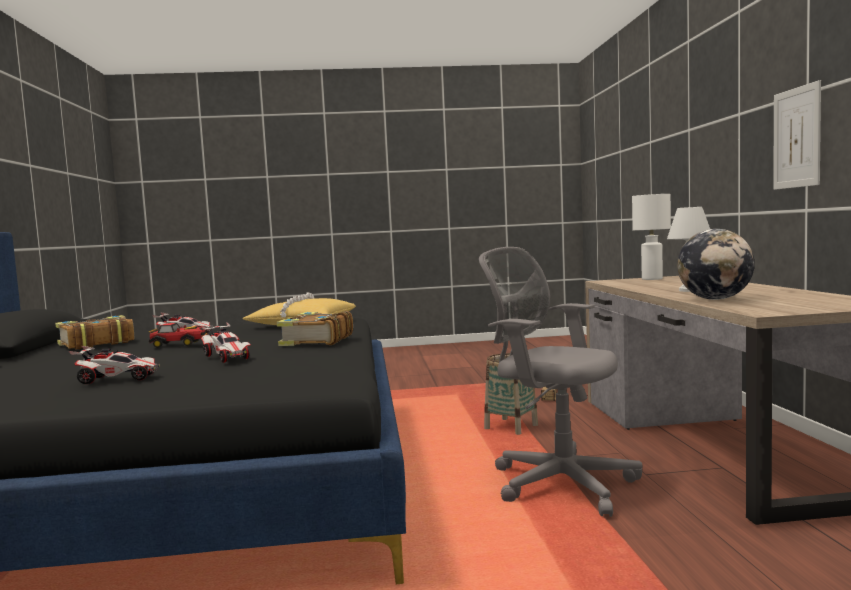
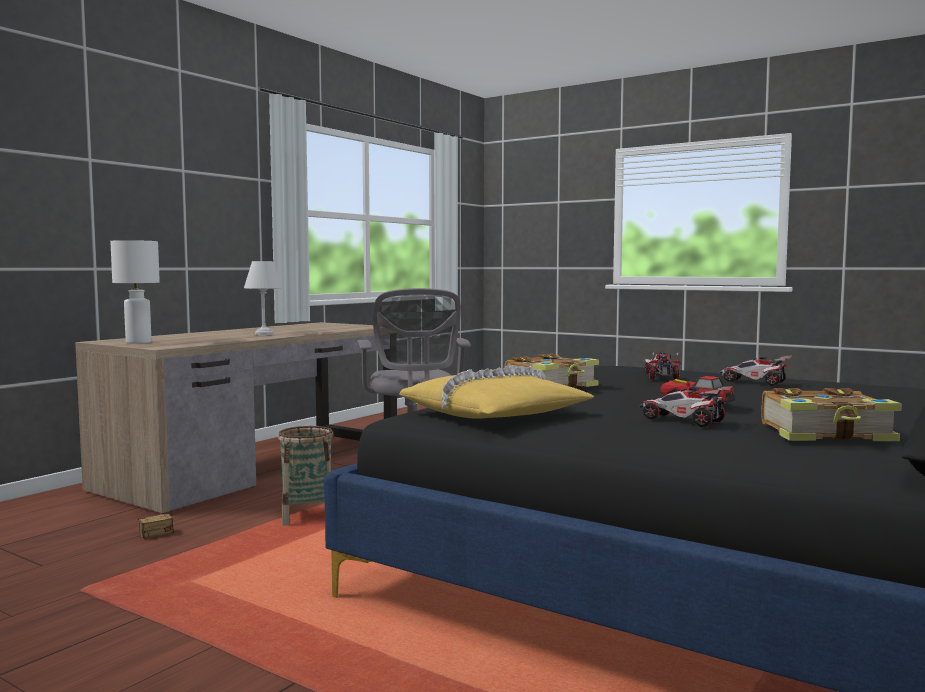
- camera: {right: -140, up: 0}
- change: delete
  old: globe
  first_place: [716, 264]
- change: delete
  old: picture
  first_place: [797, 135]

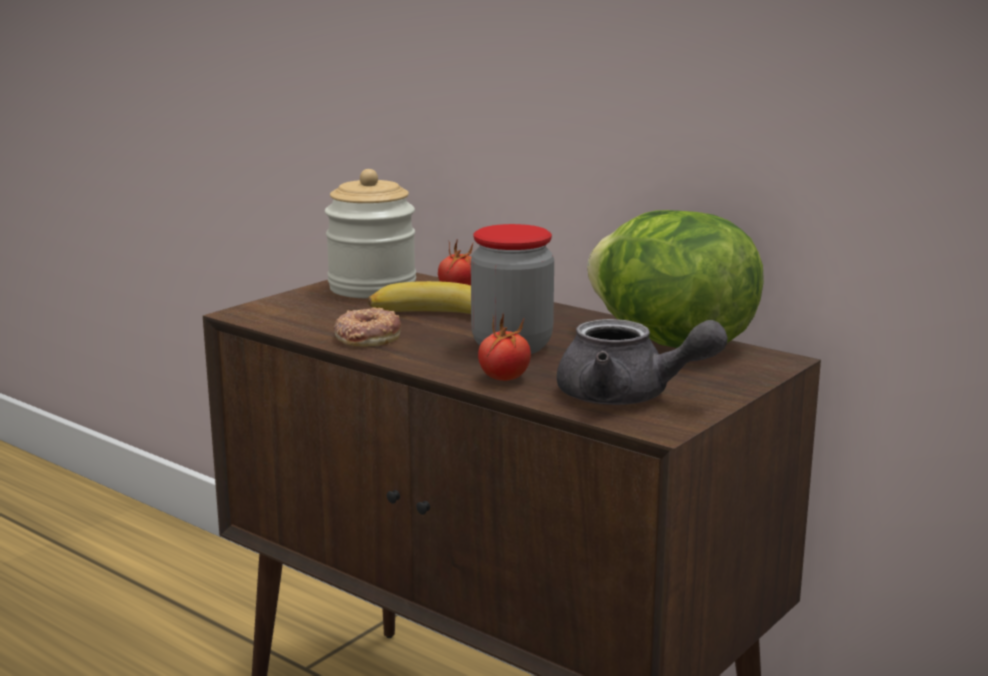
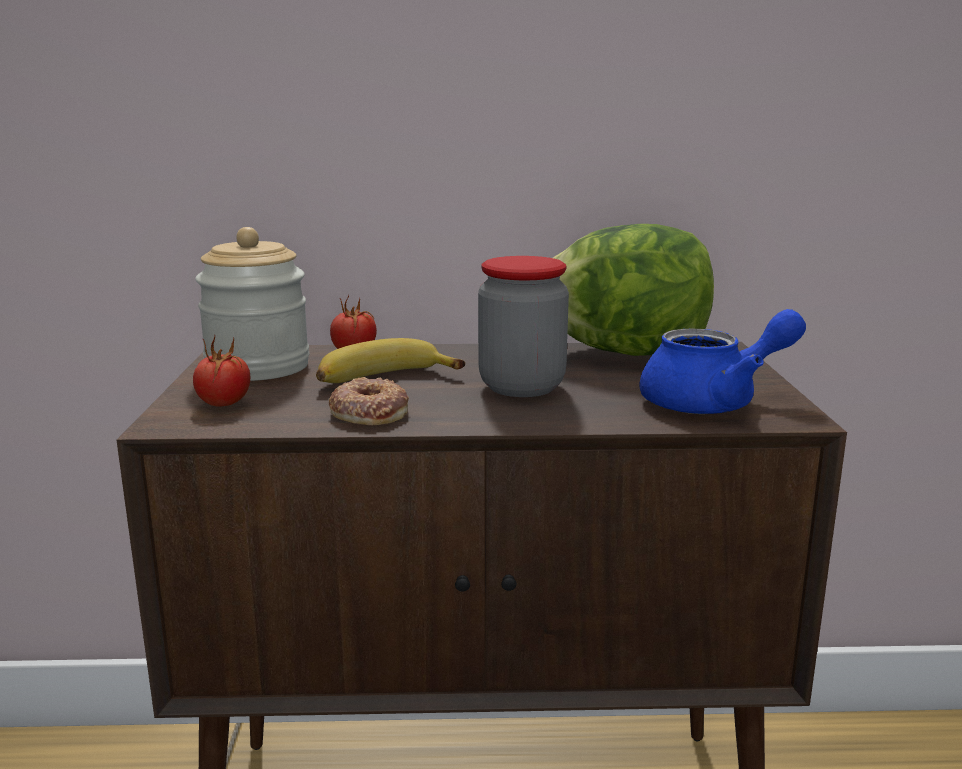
- camera: {right: -40, up: 0}
- change: move
  old: tomato
  first_place: [504, 347]
  second_place: [221, 371]
- change: recolor
  old: grey teapot
  new: blue teapot
  first_place: [642, 362]
  second_place: [722, 361]

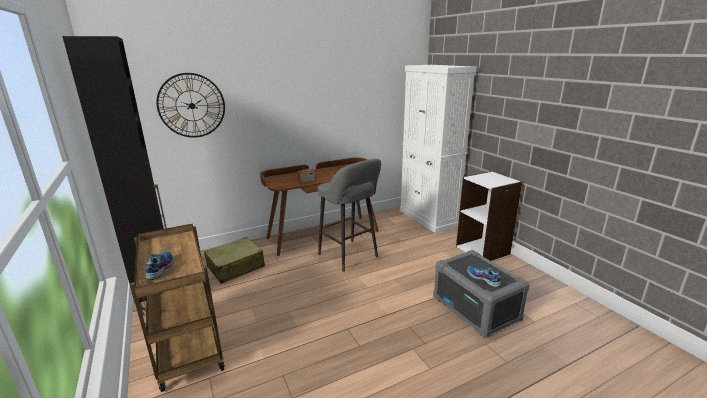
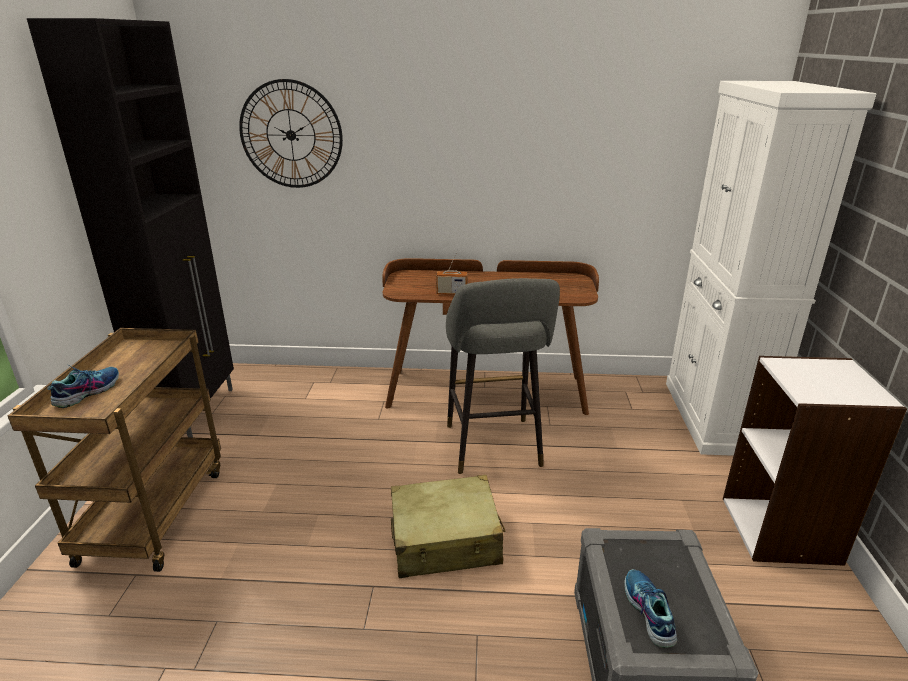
- camera: {right: 30, up: 5}
- change: move
  old: beige suitcase
  first_place: [234, 260]
  second_place: [448, 526]

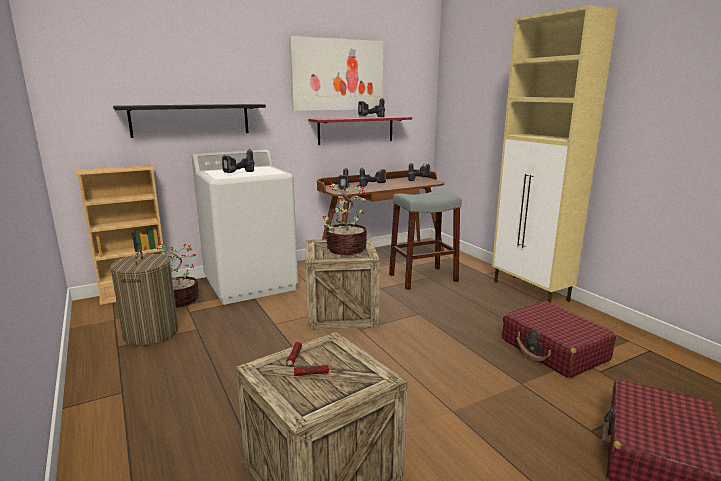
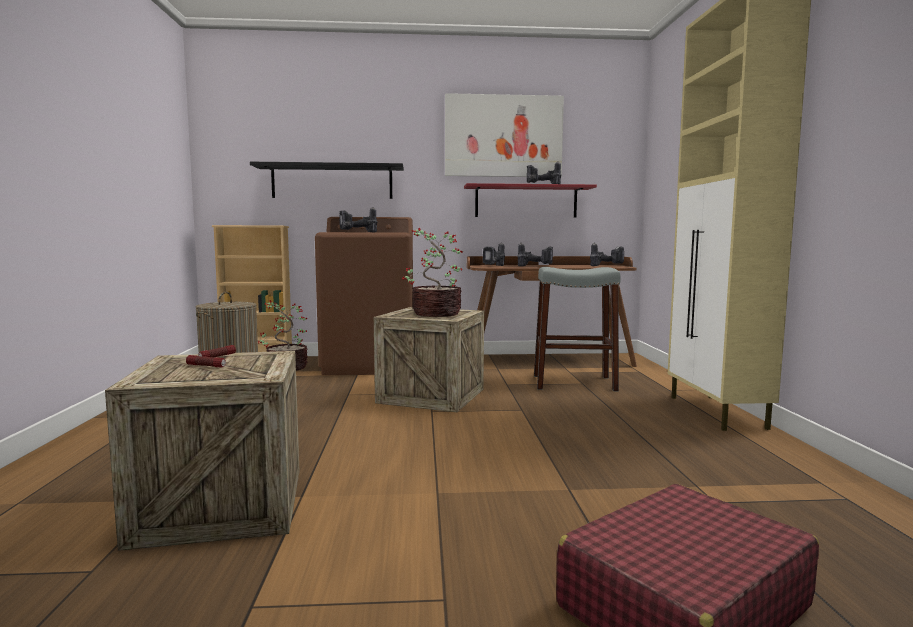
- camera: {right: 25, up: -10}
- change: delete
  old: red suitcase
  first_place: [559, 339]
- change: recolor
  old: white washing machine
  new: brown washing machine
  first_place: [245, 227]
  second_place: [364, 296]

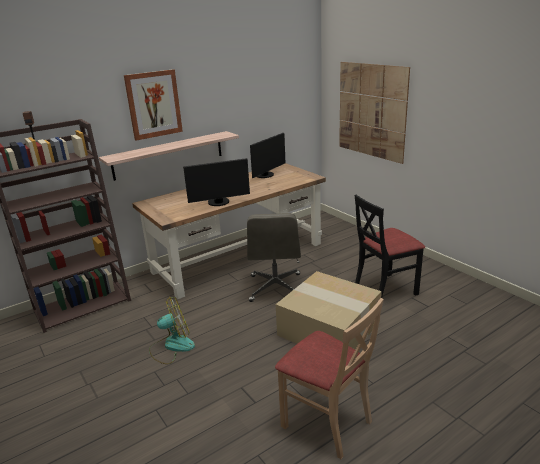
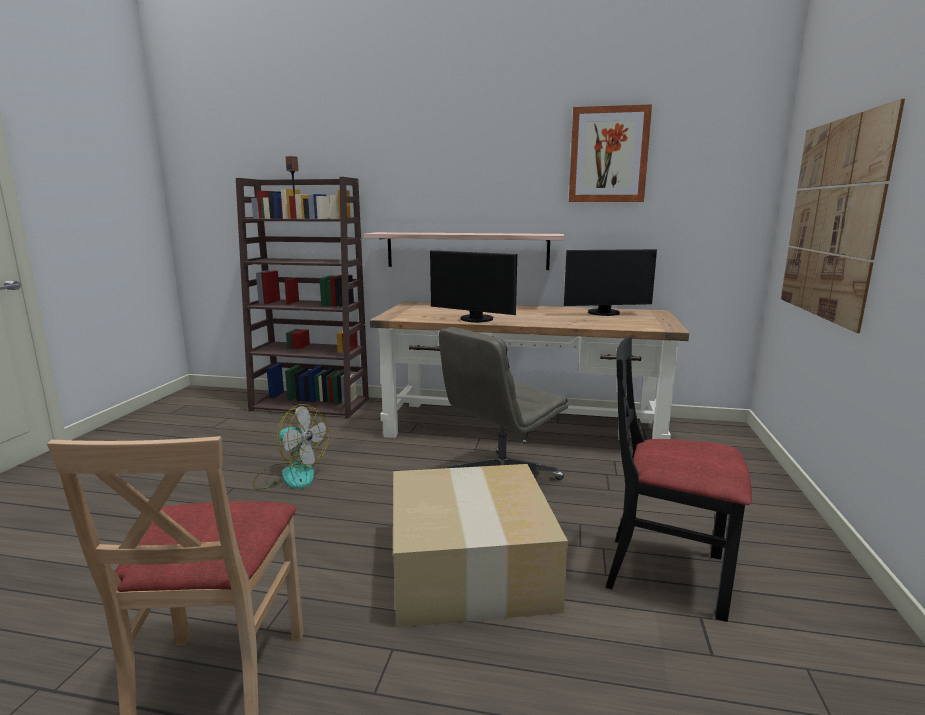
- camera: {right: 45, up: -10}
- change: move
  old: picture
  first_place: [153, 105]
  second_place: [610, 153]

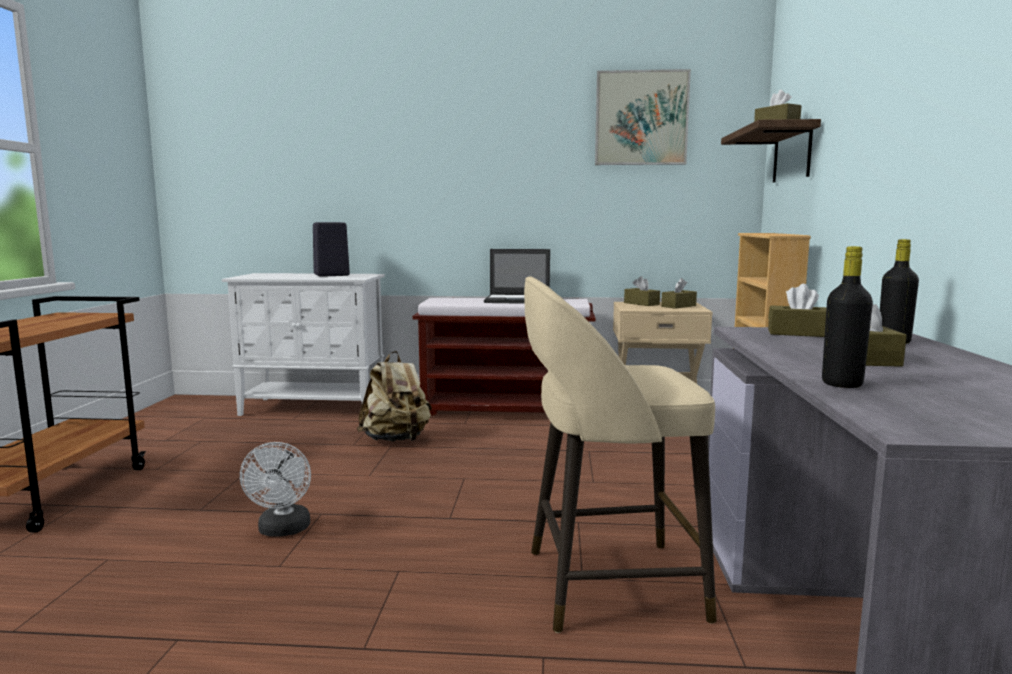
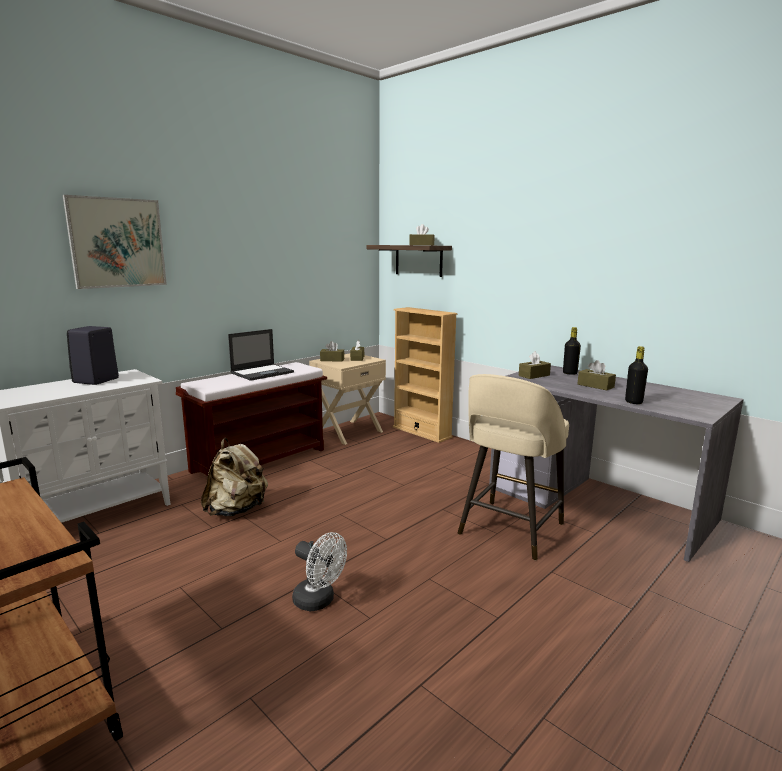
- camera: {right: -50, up: 5}
- change: move
  old: picture
  first_place: [643, 117]
  second_place: [115, 242]

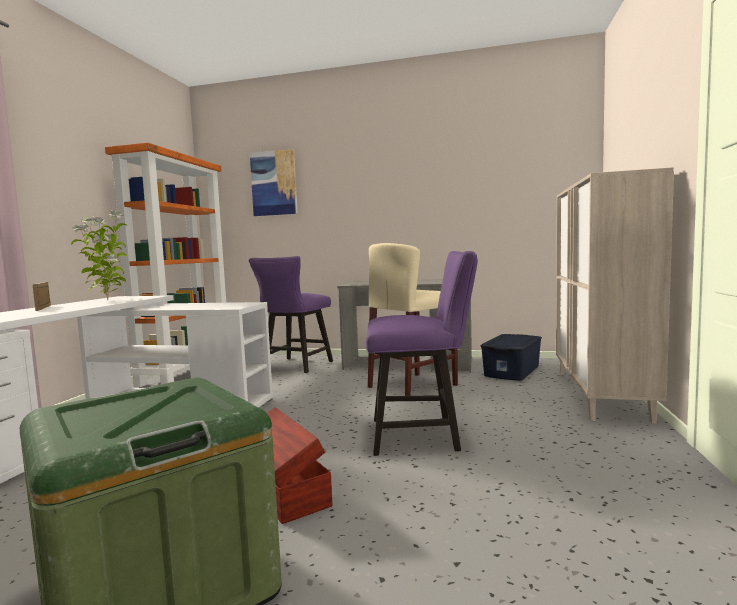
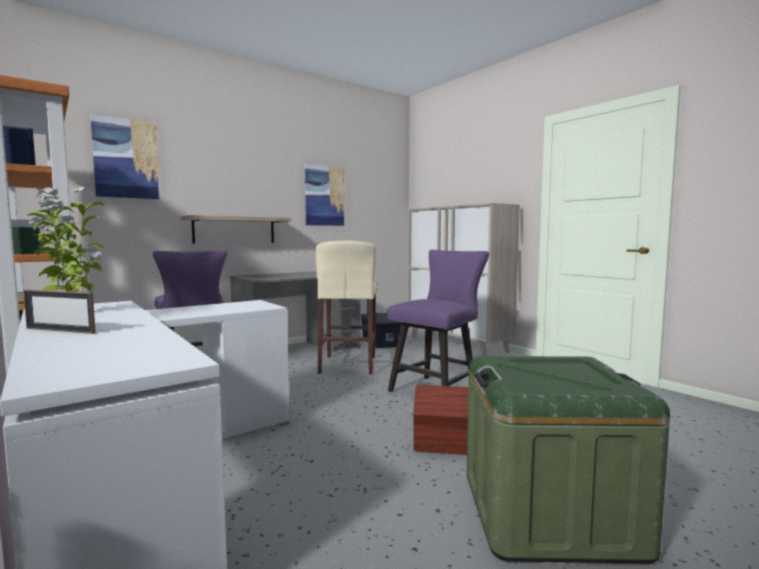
- camera: {right: -50, up: 0}
- change: insert
  new: shelf
  second_place: [236, 229]
- change: insert
  new: picture
  second_place: [325, 195]

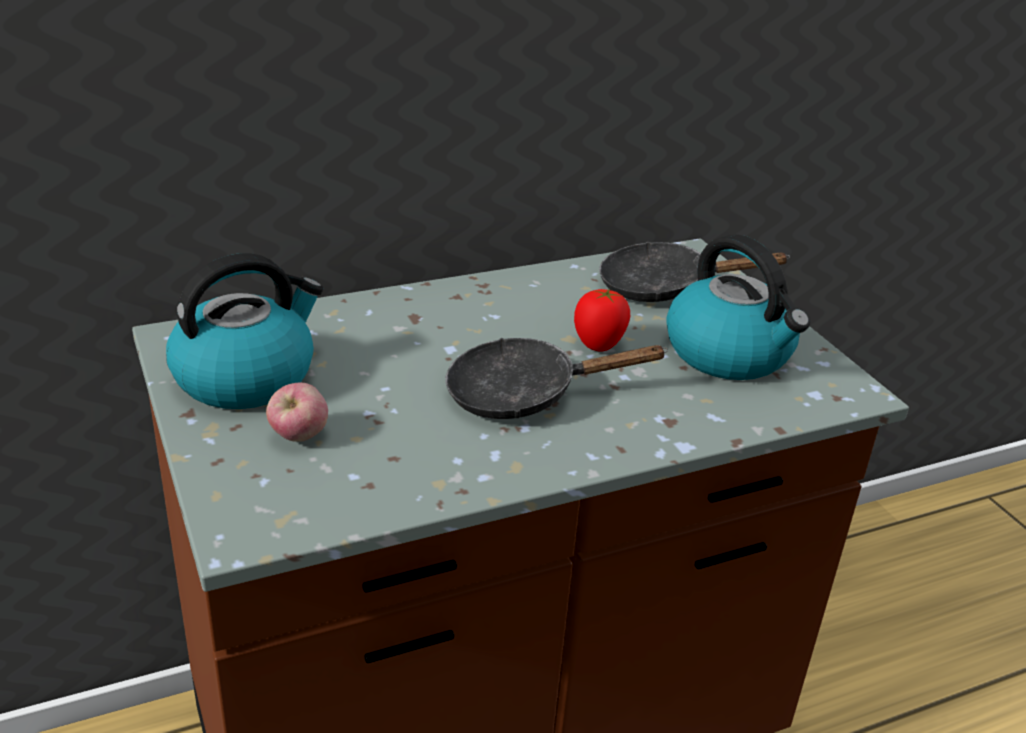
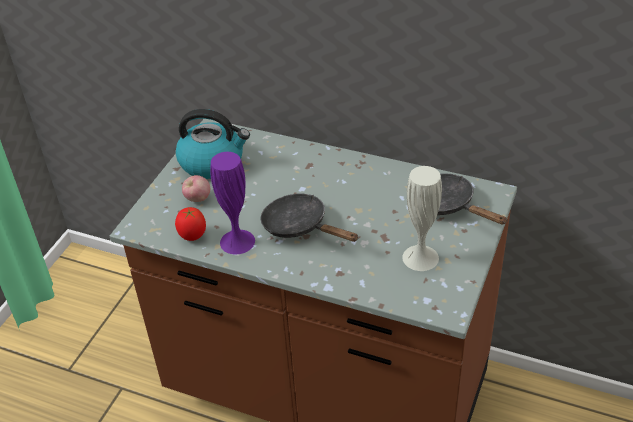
- camera: {right: 50, up: 10}
- change: insert
  new: purple vase
  second_place: [232, 203]
- change: move
  old: tomato
  first_place: [602, 319]
  second_place: [190, 224]
- change: replace
  old: kettle
  new: white vase
  first_place: [738, 307]
  second_place: [422, 218]

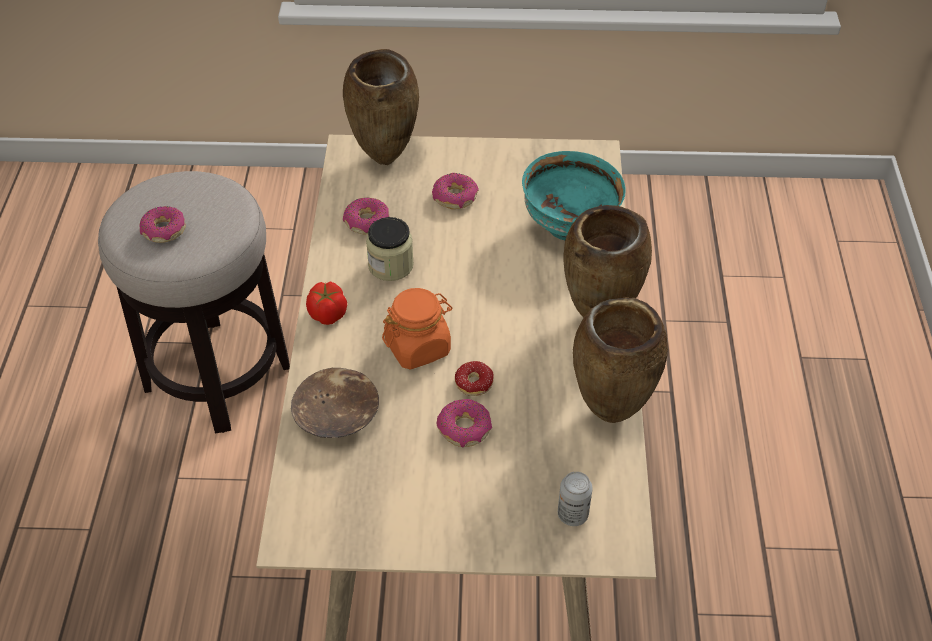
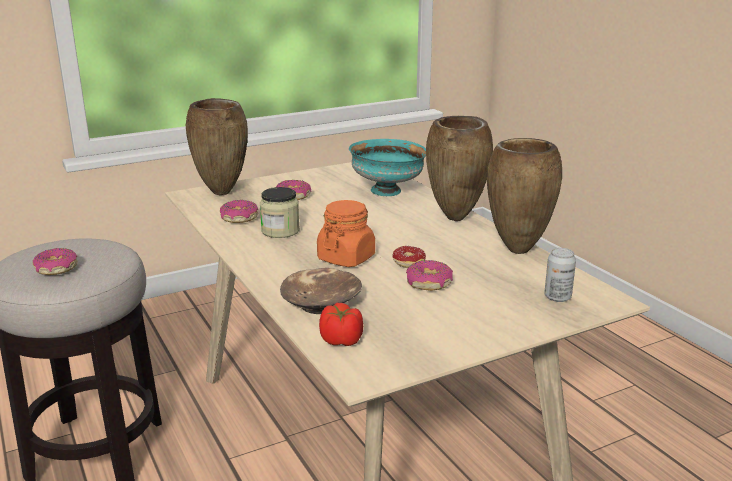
- camera: {right: -30, up: -25}
- change: move
  old: tomato
  first_place: [326, 303]
  second_place: [341, 324]

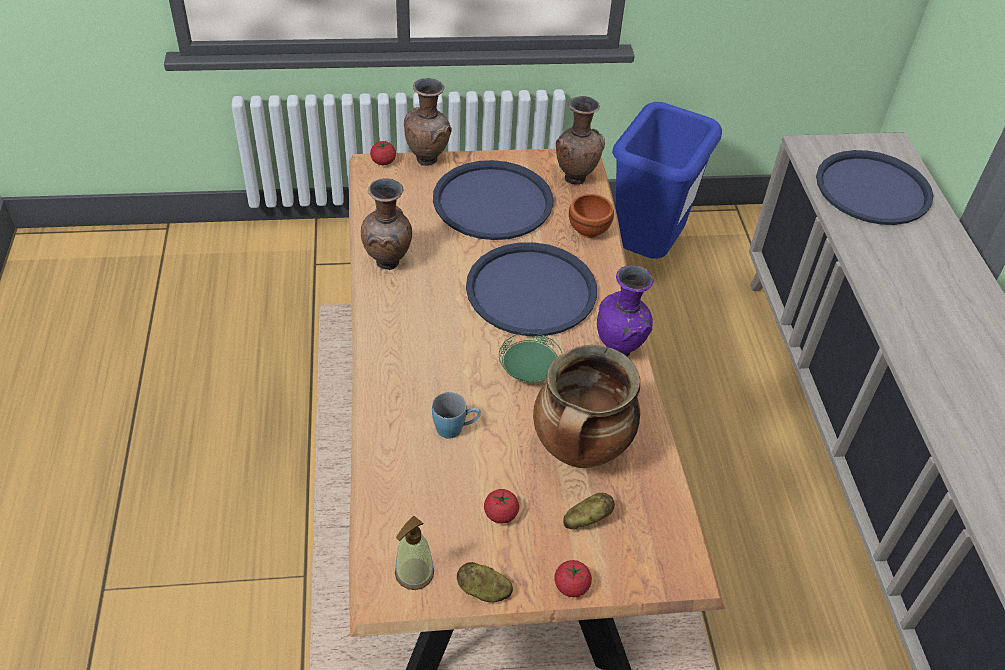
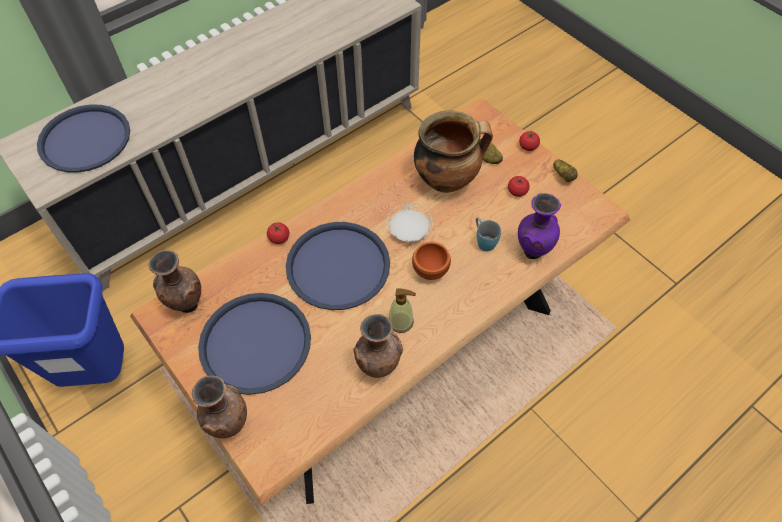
- camera: {right: -120, up: 10}
- change: move
  old: tomato
  first_place: [383, 153]
  second_place: [278, 233]
- change: move
  old: soap dispenser
  first_place: [414, 553]
  second_place: [402, 310]
- change: move
  old: brown bowl
  first_place: [591, 216]
  second_place: [431, 261]
- change: move
  old: purple vase
  first_place: [625, 311]
  second_place: [539, 226]
- change: recolor
  old: green plate
  new: white plate
  first_place: [530, 358]
  second_place: [410, 223]

